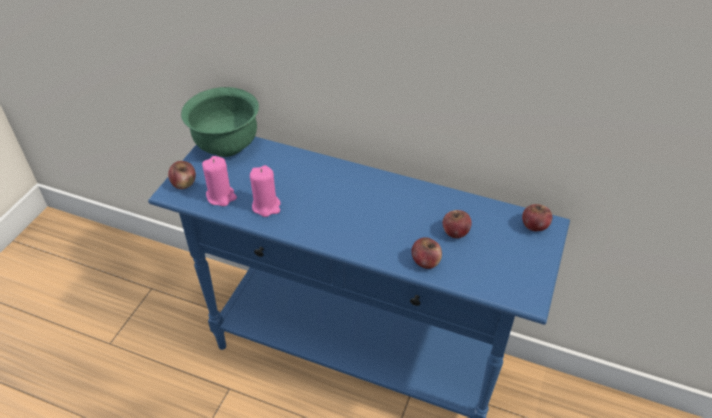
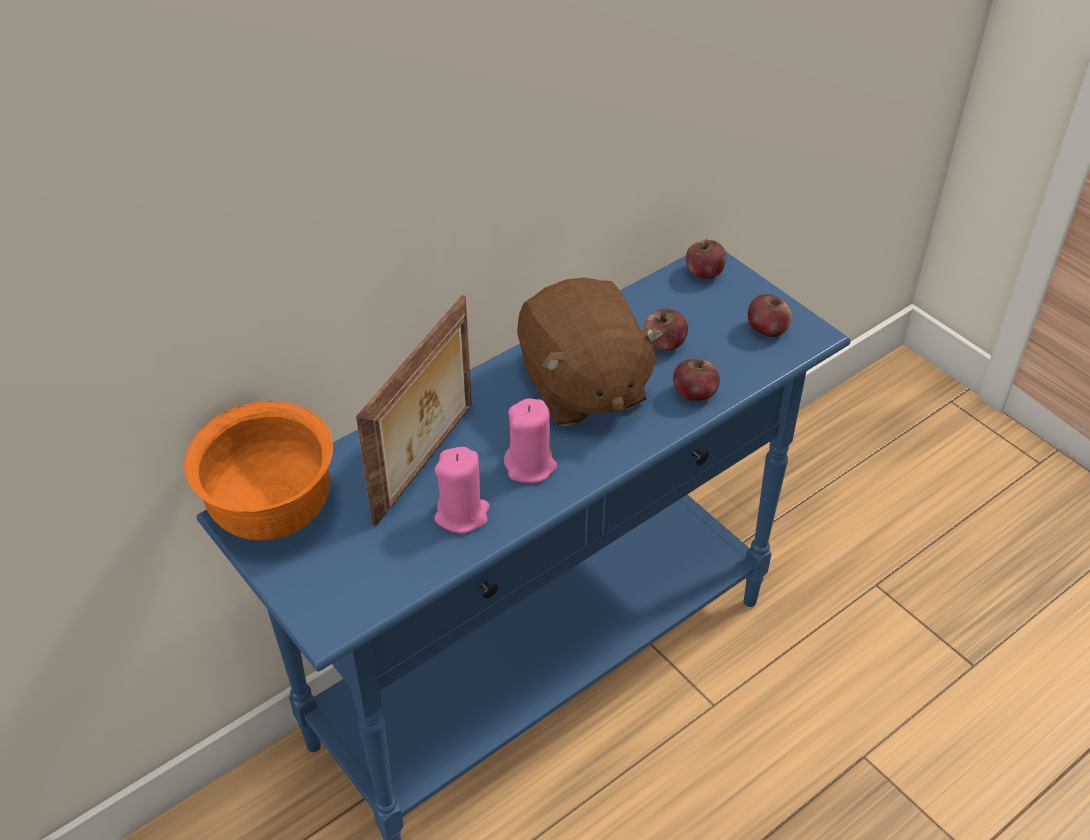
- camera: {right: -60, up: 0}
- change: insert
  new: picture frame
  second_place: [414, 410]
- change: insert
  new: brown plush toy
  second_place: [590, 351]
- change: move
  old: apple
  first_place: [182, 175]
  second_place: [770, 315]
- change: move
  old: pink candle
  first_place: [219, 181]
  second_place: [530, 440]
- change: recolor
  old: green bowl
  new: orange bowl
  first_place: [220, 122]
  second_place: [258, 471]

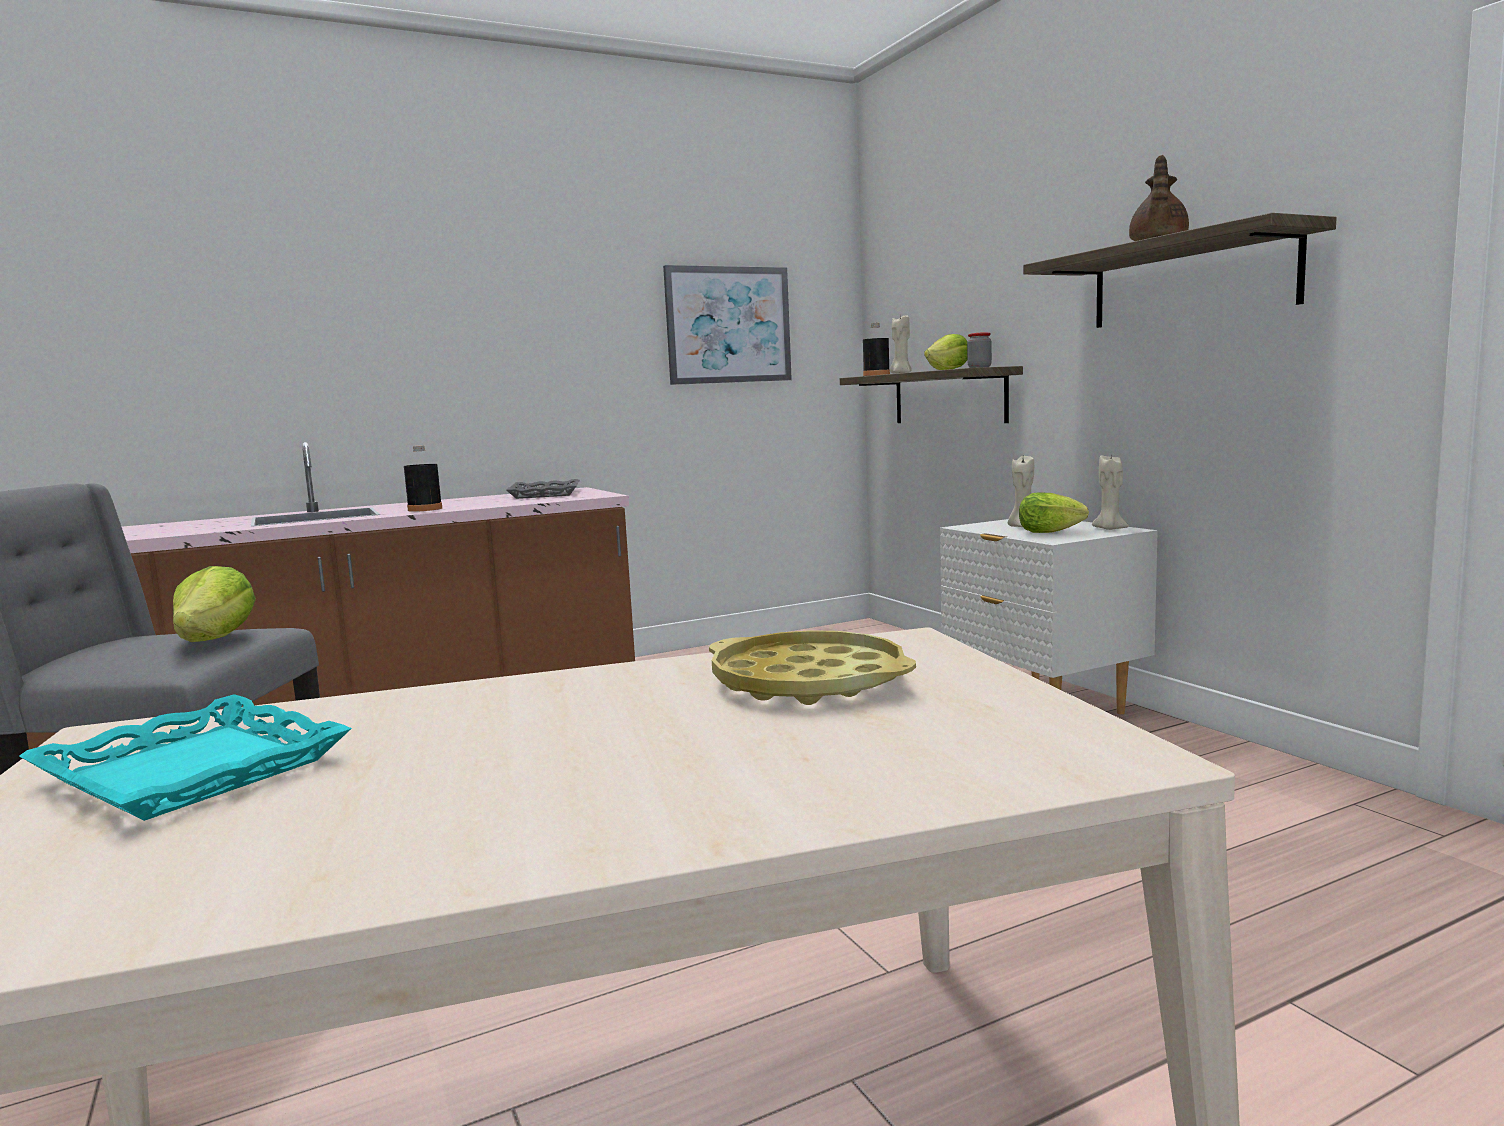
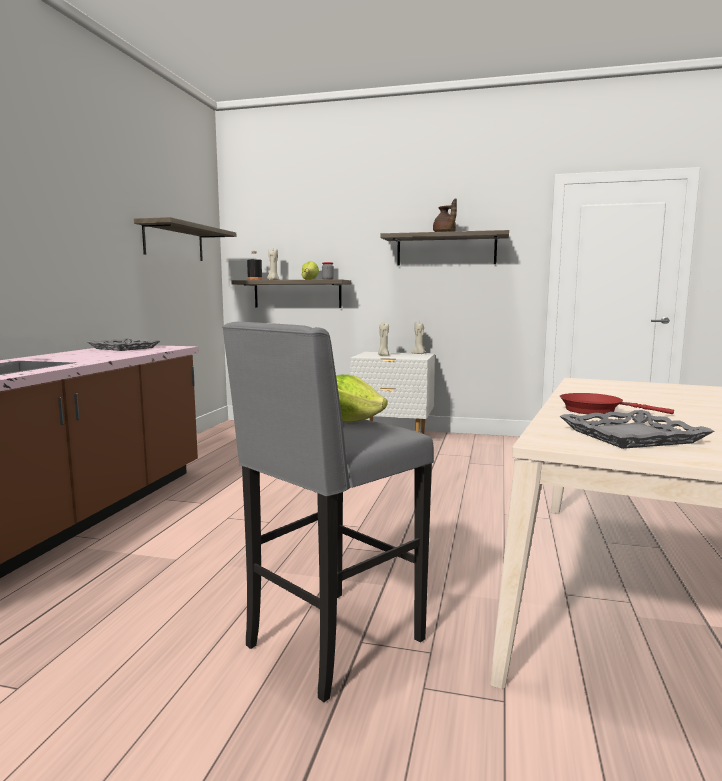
- camera: {right: -50, up: 0}
- change: delete
  old: black bottle
  first_place: [423, 478]
- change: delete
  old: yellow tray
  first_place: [812, 667]
- change: delete
  old: lettuce
  first_place: [1054, 512]
- change: insert
  new: red frying pan
  second_place: [616, 403]
- change: replace
  old: picture
  new: shelf
  first_place: [727, 325]
  second_place: [185, 239]
- change: recolor
  old: turquoise tray
  new: grey tray
  first_place: [185, 757]
  second_place: [637, 429]

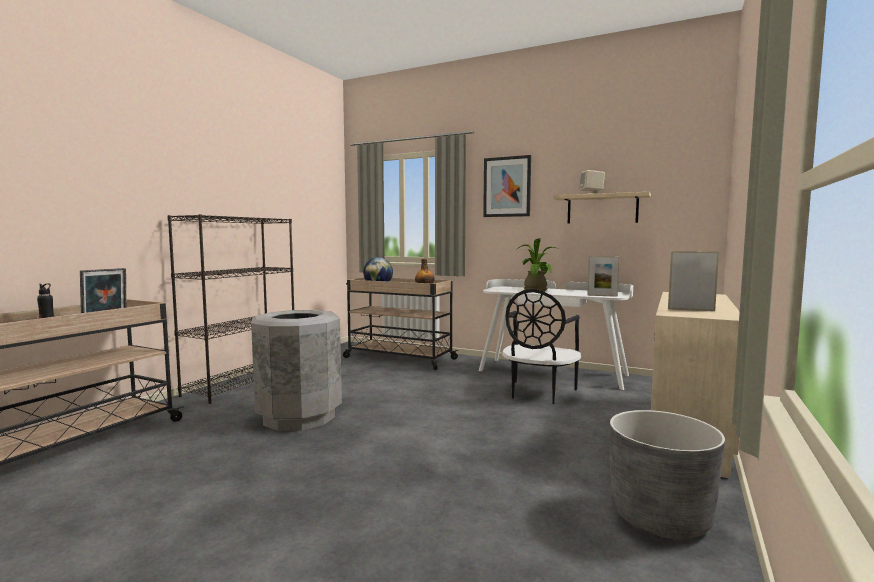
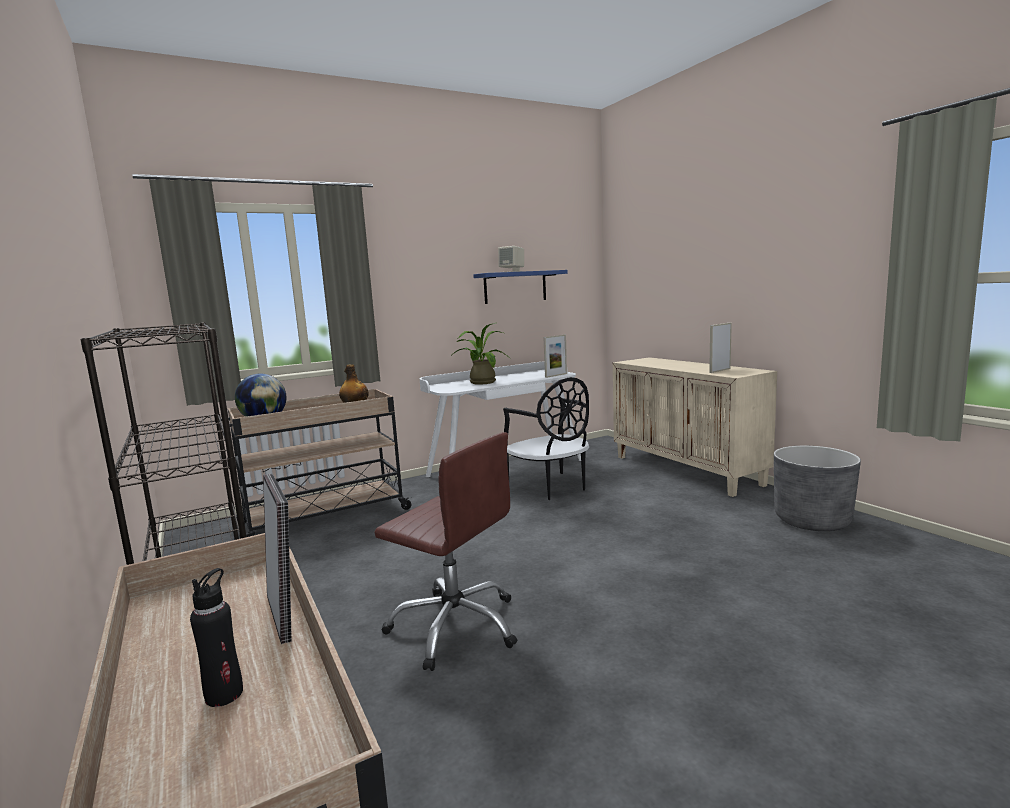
- camera: {right: -55, up: 5}
- change: delete
  old: picture
  first_place: [507, 186]
- change: replace
  old: grey trash can
  new: brown office chair
  first_place: [296, 370]
  second_place: [446, 551]
- change: recolor
  old: beige shelf
  new: blue shelf
  first_place: [602, 208]
  second_place: [520, 287]

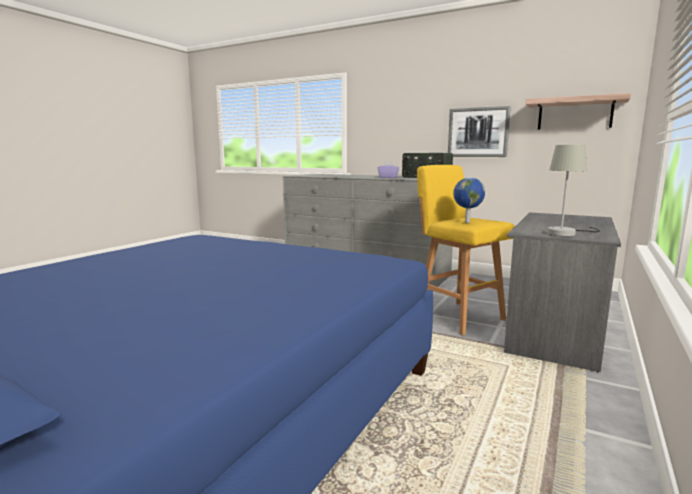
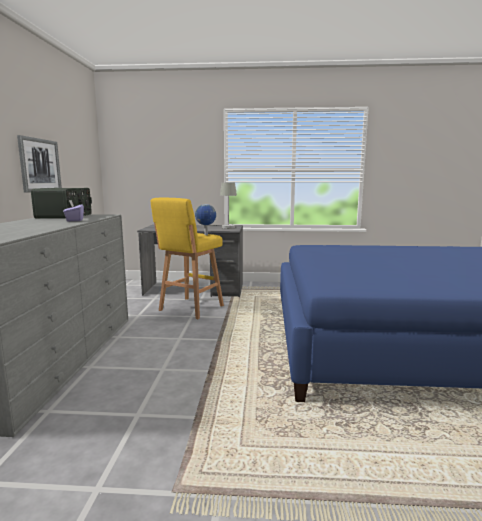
- camera: {right: -115, up: 0}
- change: delete
  old: shelf
  first_place: [578, 111]

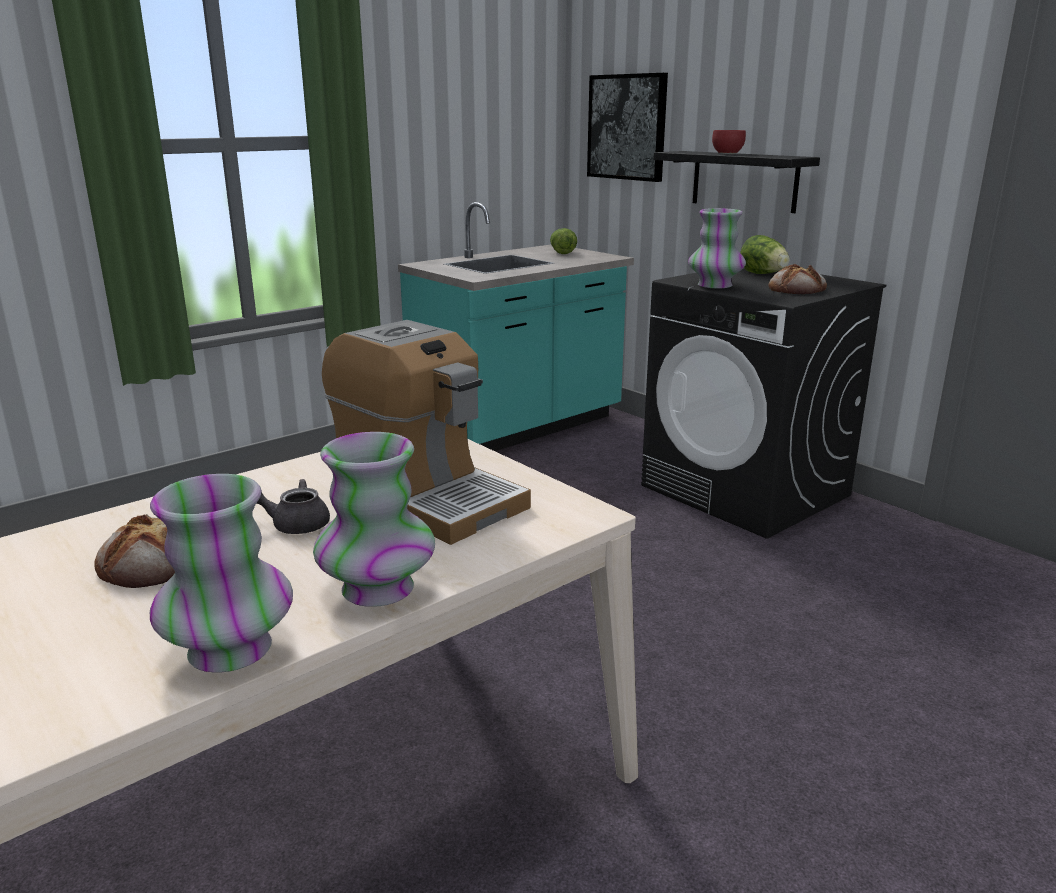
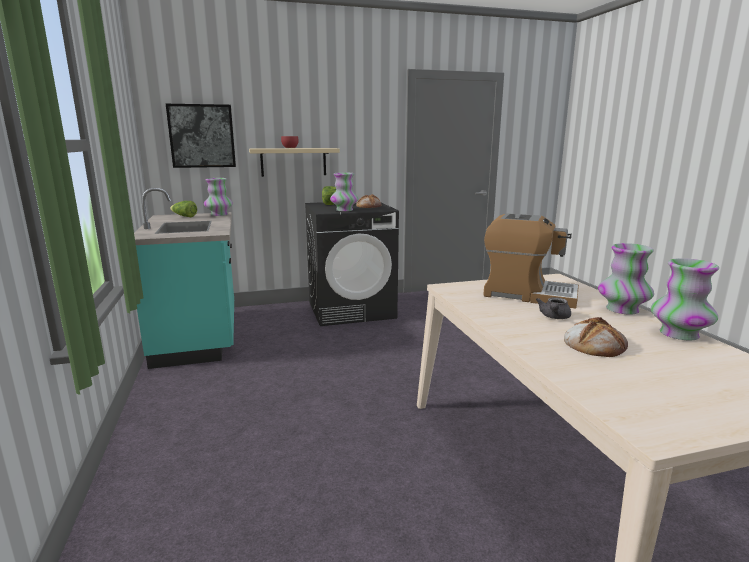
- camera: {right: -65, up: -5}
- change: insert
  new: vase
  second_place: [218, 197]
- change: recolor
  old: black shelf
  new: beige shelf
  first_place: [736, 182]
  second_place: [294, 162]
- change: rotate
  old: coffee machine
  first_place: [426, 432]
  second_place: [531, 261]
  degrees: 45

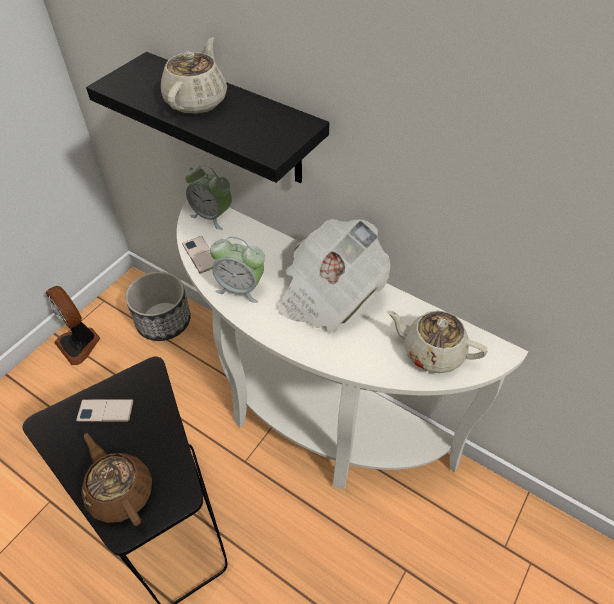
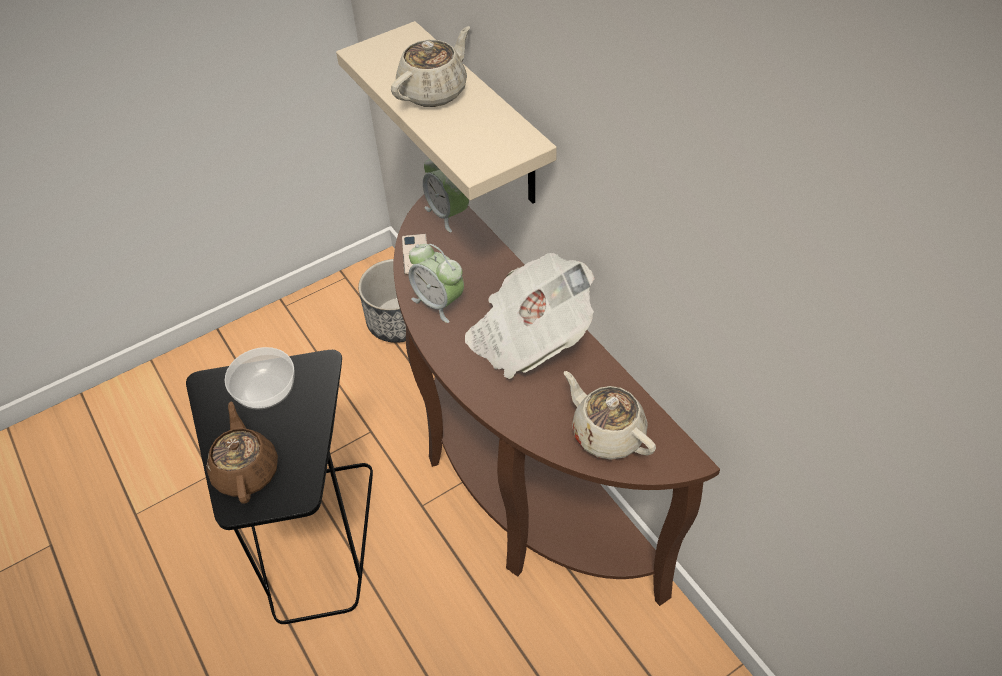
- camera: {right: 25, up: 0}
- change: delete
  old: fan
  first_place: [73, 325]
- change: replace
  old: phone
  new: bowl
  first_place: [104, 410]
  second_place: [260, 378]
- change: recolor
  old: black shelf
  new: beige shelf
  first_place: [207, 117]
  second_place: [446, 112]
- change: recolor
  old: white console table
  new: brown console table
  first_place: [352, 345]
  second_place: [556, 400]

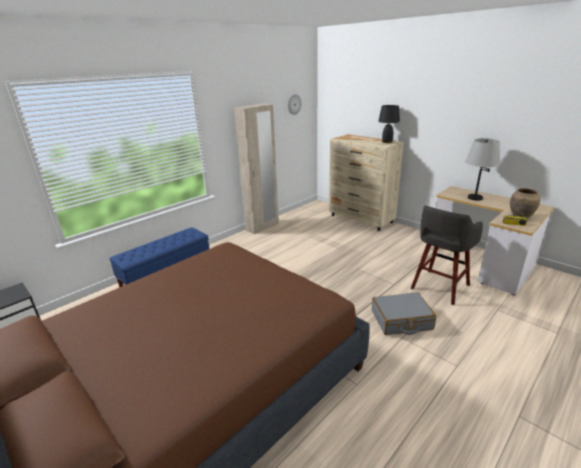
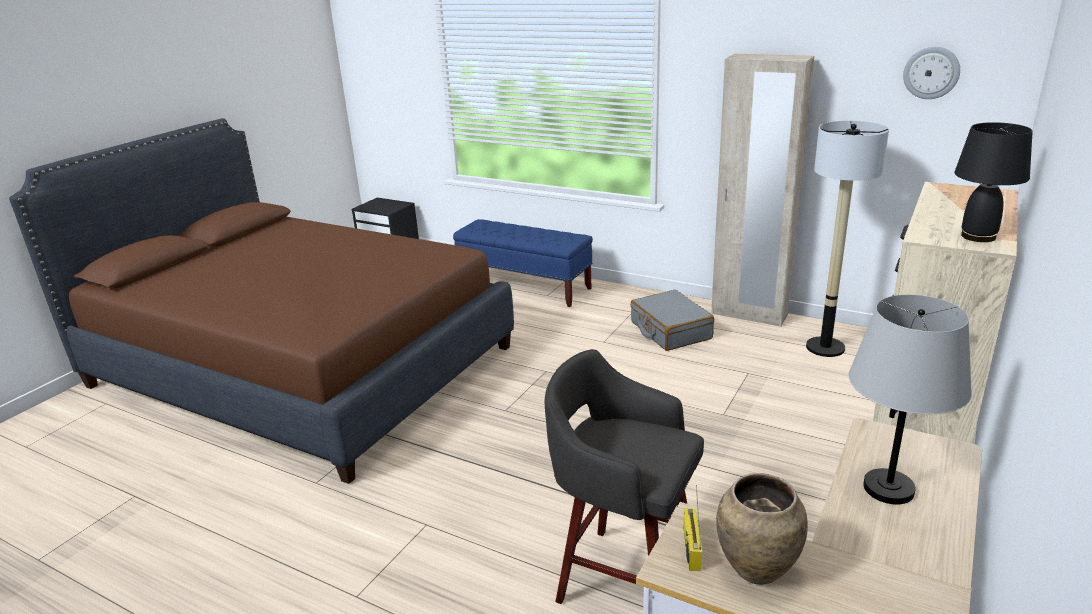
- camera: {right: 75, up: 0}
- change: insert
  new: floor lamp
  second_place: [847, 239]
- change: move
  old: grey suitcase
  first_place: [404, 313]
  second_place: [672, 320]

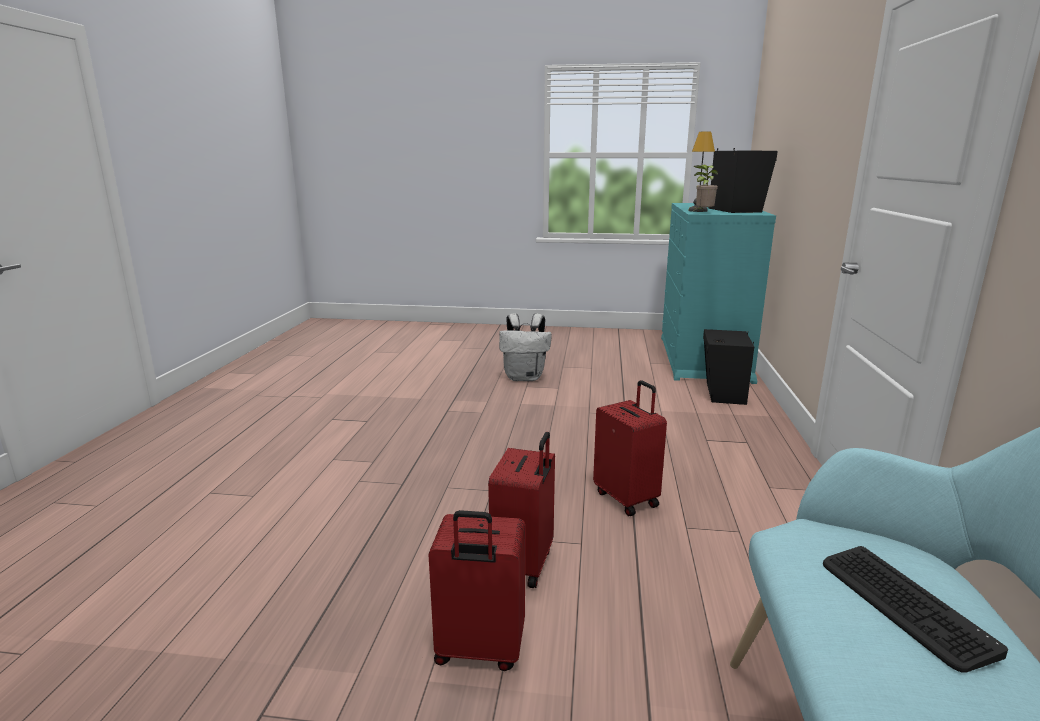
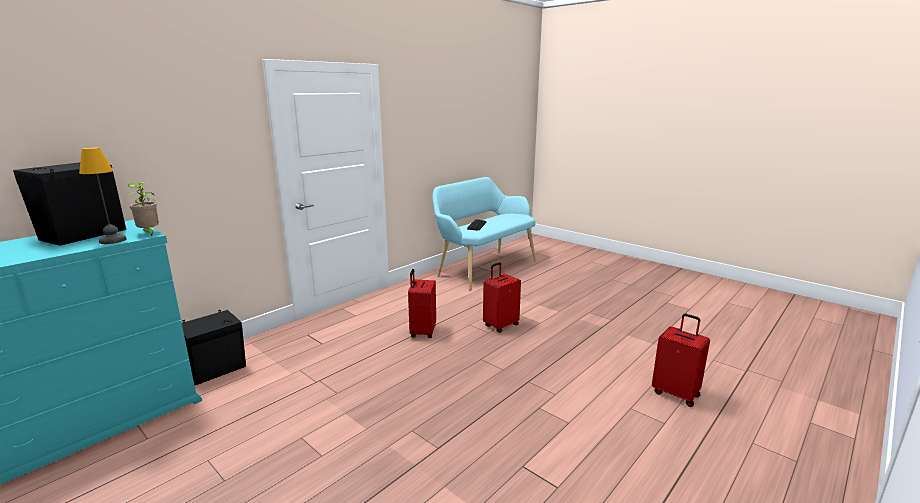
- camera: {right: -145, up: 0}
- change: delete
  old: white backpack
  first_place: [525, 347]
- change: move
  old: red suitcase
  first_place: [476, 590]
  second_place: [681, 360]

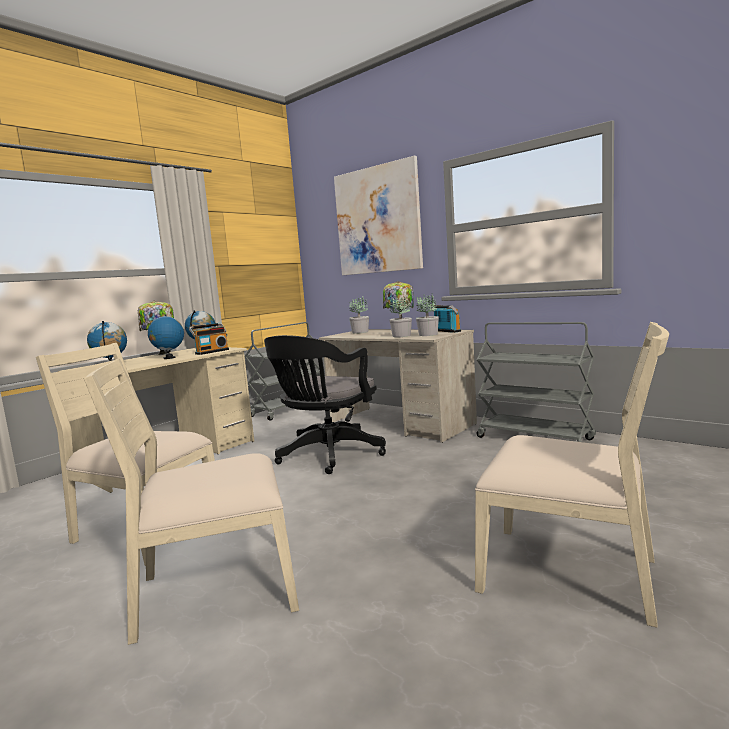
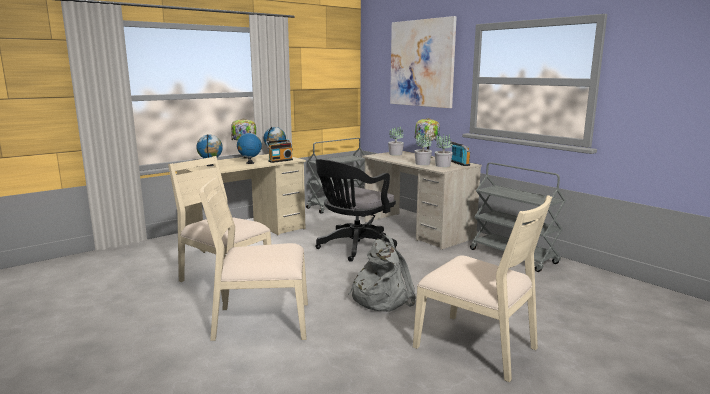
- camera: {right: 10, up: 5}
- change: insert
  new: grey backpack
  second_place: [382, 273]

